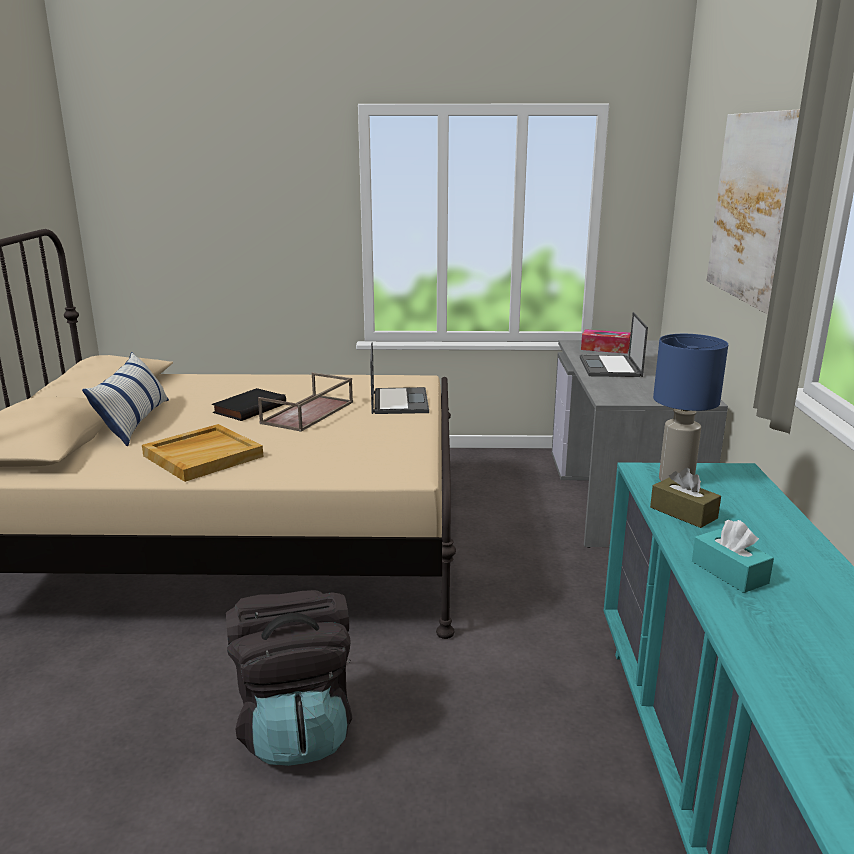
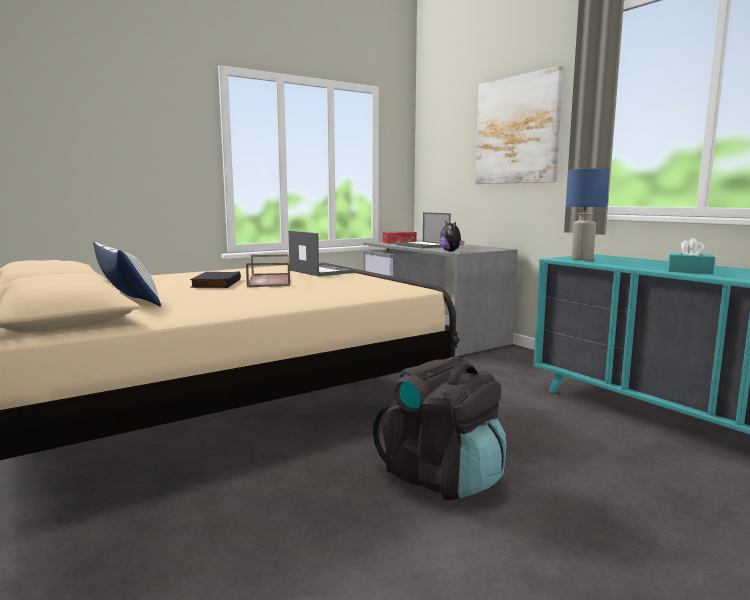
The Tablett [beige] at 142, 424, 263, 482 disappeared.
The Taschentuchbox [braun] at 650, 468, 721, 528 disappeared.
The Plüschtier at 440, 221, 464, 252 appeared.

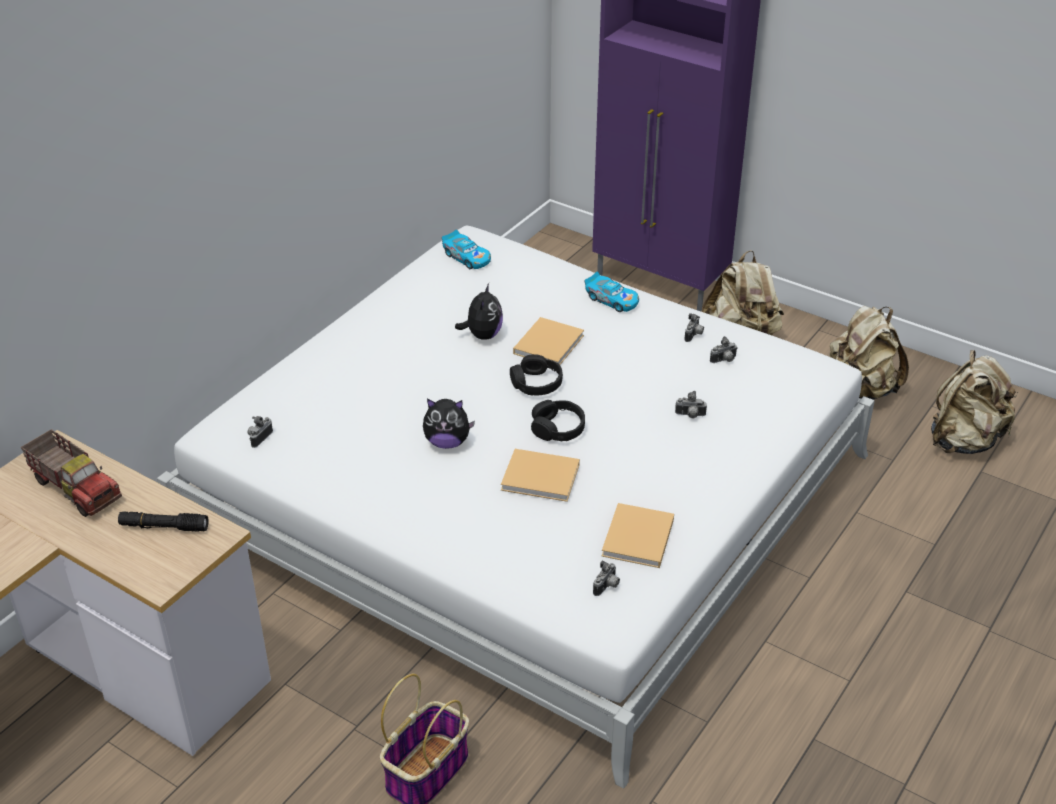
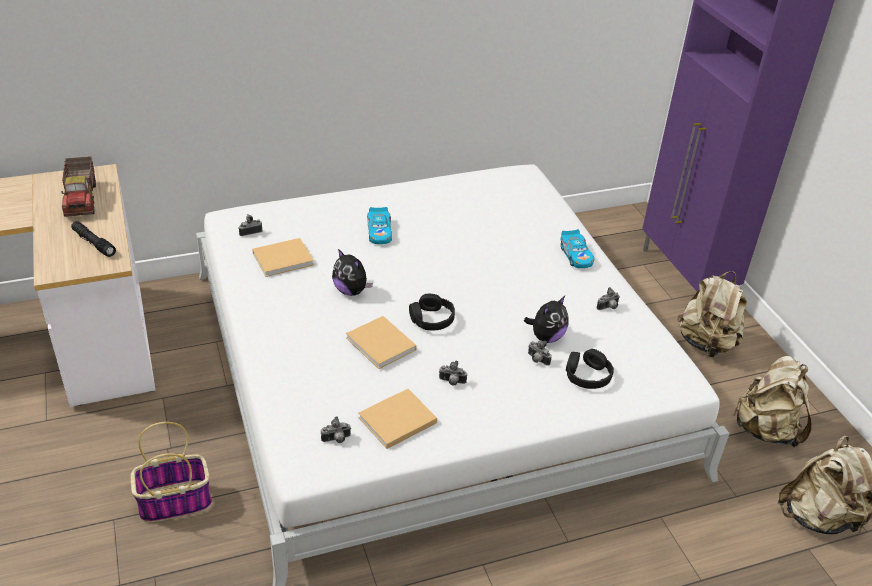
The Spielzeugauto moved from 442, 230, 491, 269 to 367, 207, 392, 244.
The Plüschtier moved from 455, 283, 503, 340 to 524, 296, 569, 343.
The Kopfhörer [schwarz] moved from 510, 354, 563, 395 to 566, 349, 614, 389.
The Buch [beige] moved from 513, 317, 584, 365 to 252, 238, 314, 277.
The Kamera moved from 710, 336, 738, 363 to 439, 360, 467, 386.

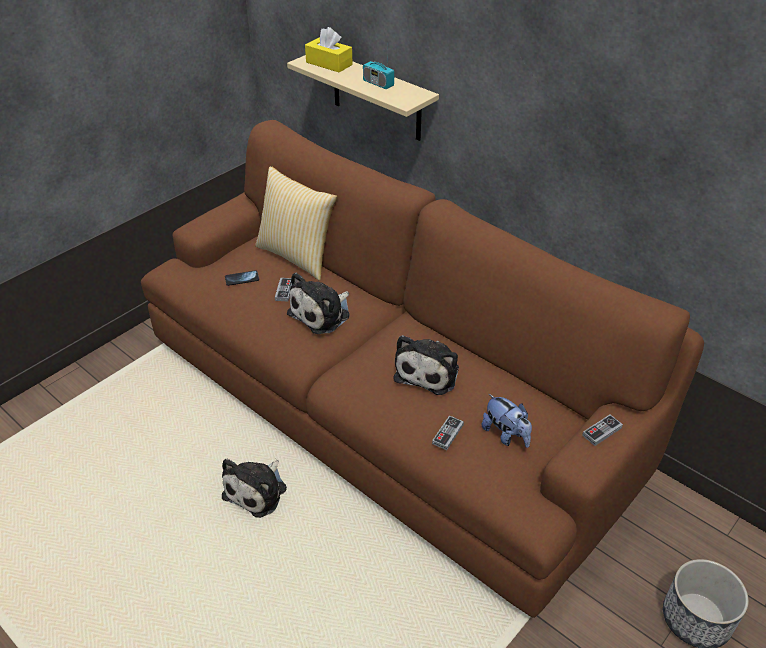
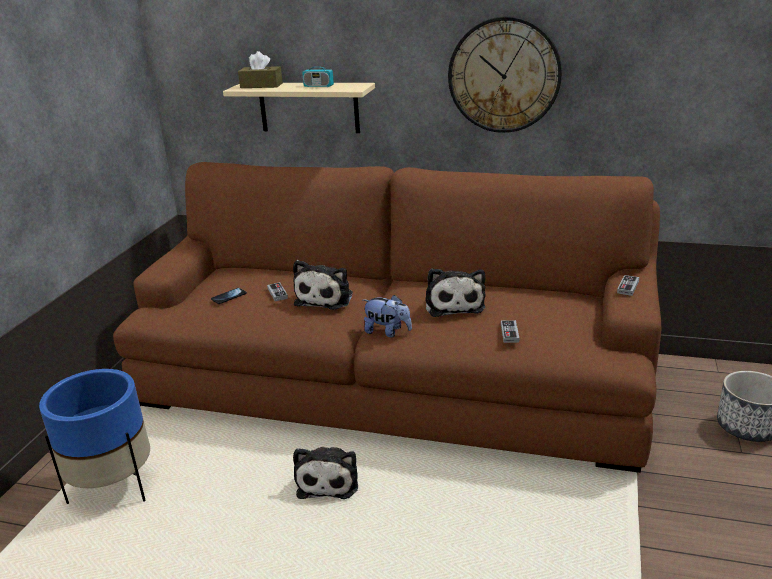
The Kissen at 256, 166, 337, 280 disappeared.
The Pflanzkübel [blau] at 39, 369, 150, 504 appeared.
The Wanduhr at 448, 16, 562, 133 appeared.
The Plüschtier moved from 482, 394, 532, 448 to 363, 295, 412, 338.
The Taschentuchbox [gelb] at 305, 27, 353, 72 became the Taschentuchbox [braun] at 238, 51, 283, 88.

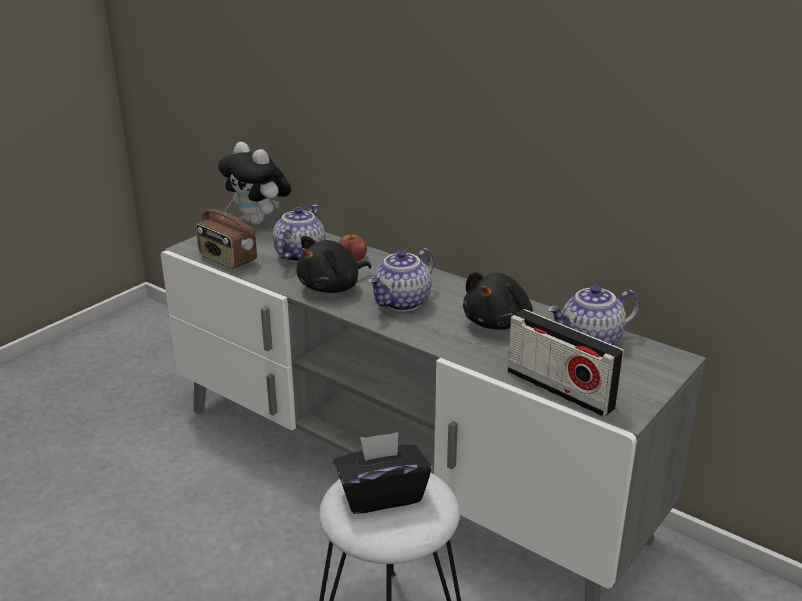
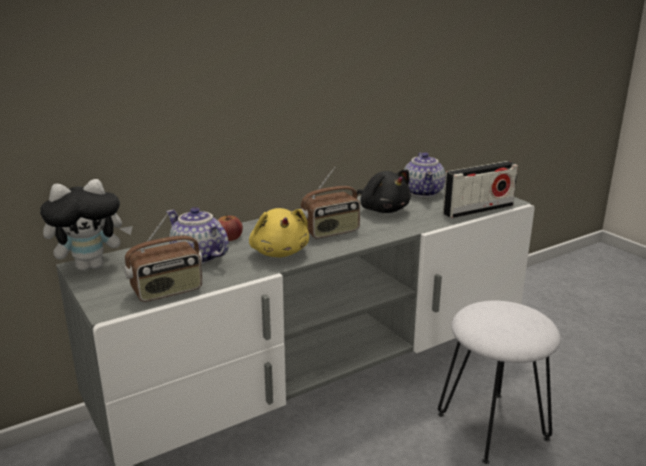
The Taschentuchbox [schwarz] at 334, 432, 432, 514 disappeared.
The Teekanne at 368, 248, 434, 312 was replaced by the Radio at 301, 167, 360, 238.
The Plüschtier [schwarz] at 296, 236, 371, 293 became the Plüschtier [gelb] at 249, 208, 309, 257.

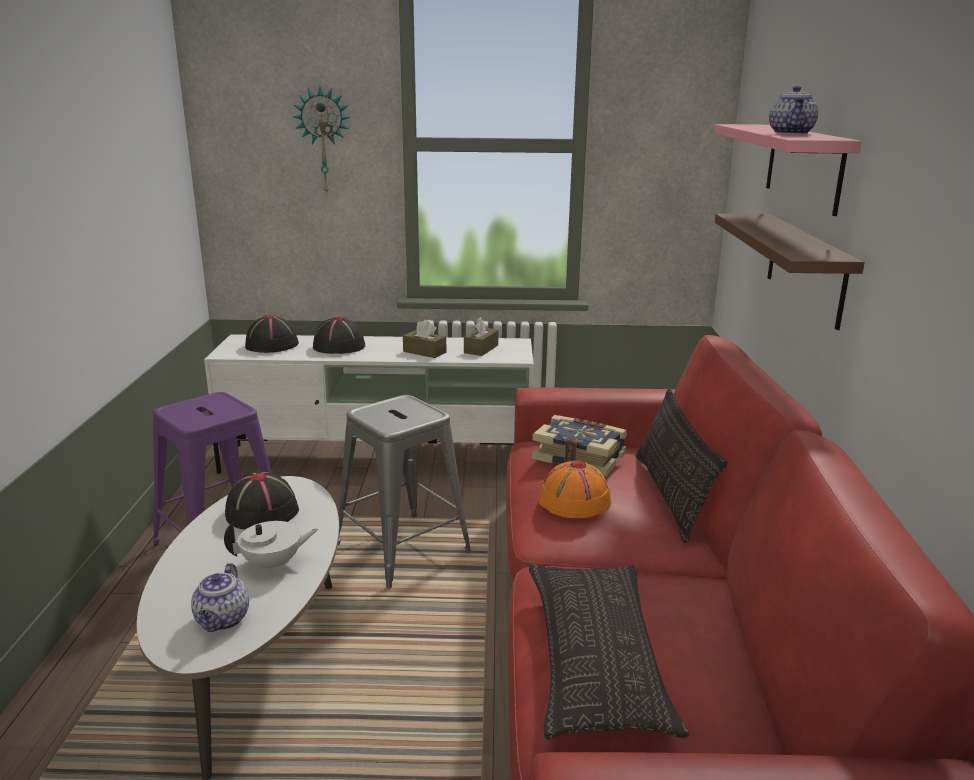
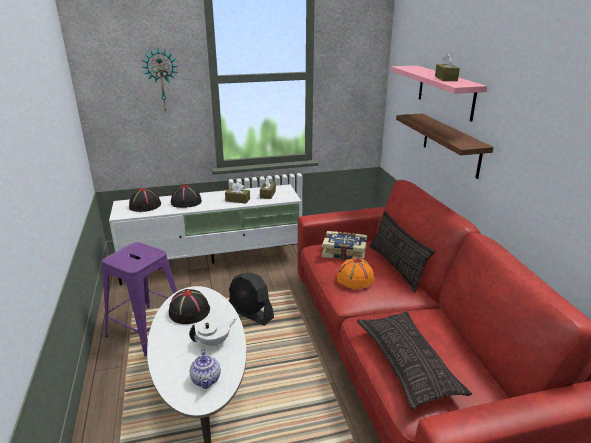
The Hocker [grau] at 338, 395, 471, 589 was replaced by the Ventilator [schwarz] at 229, 273, 274, 326.
The Teekanne at 769, 86, 818, 134 was replaced by the Taschentuchbox [braun] at 435, 53, 460, 81.

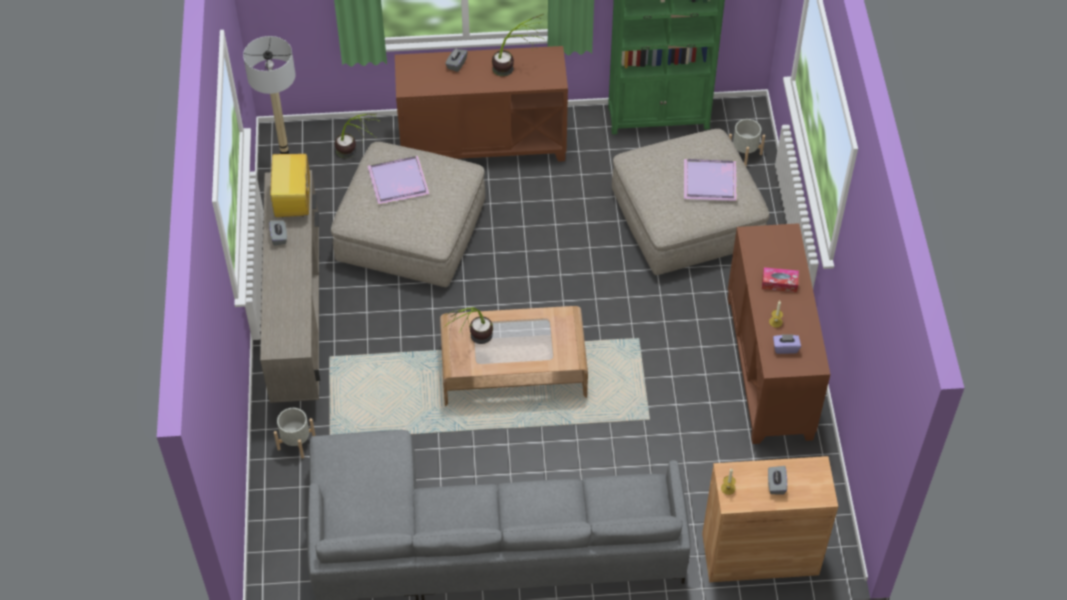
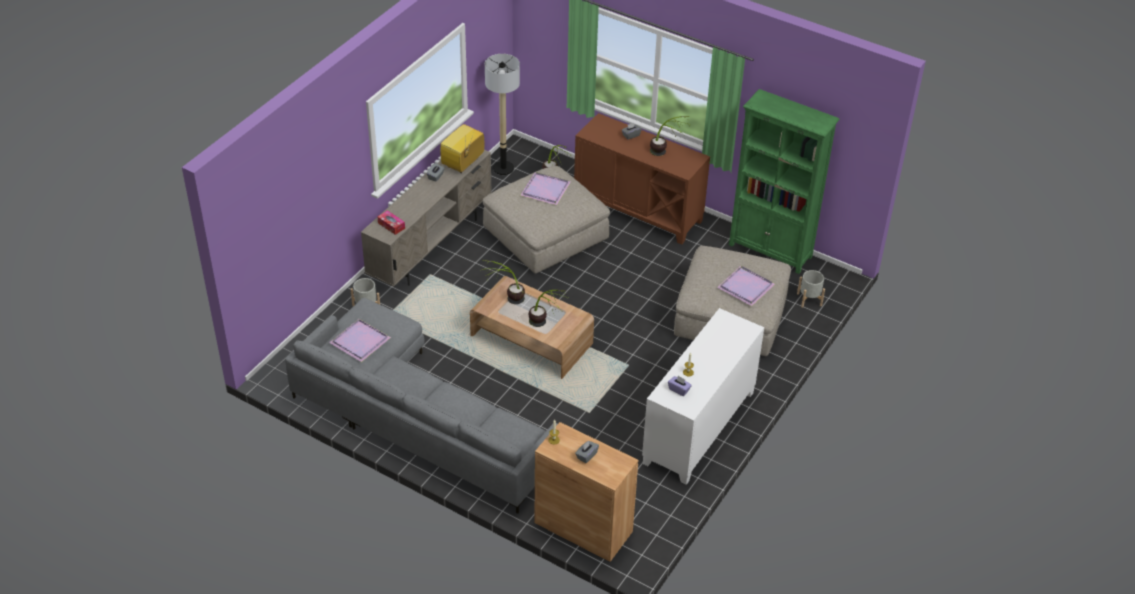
The Tablett [lila] at 329, 319, 391, 362 appeared.
The Topfpflanze at 528, 290, 568, 327 appeared.
The Taschentuchbox moved from 762, 267, 799, 292 to 378, 210, 405, 235.
The Schrank [braun] at 728, 223, 831, 444 became the Schrank [weiß] at 642, 308, 764, 485.

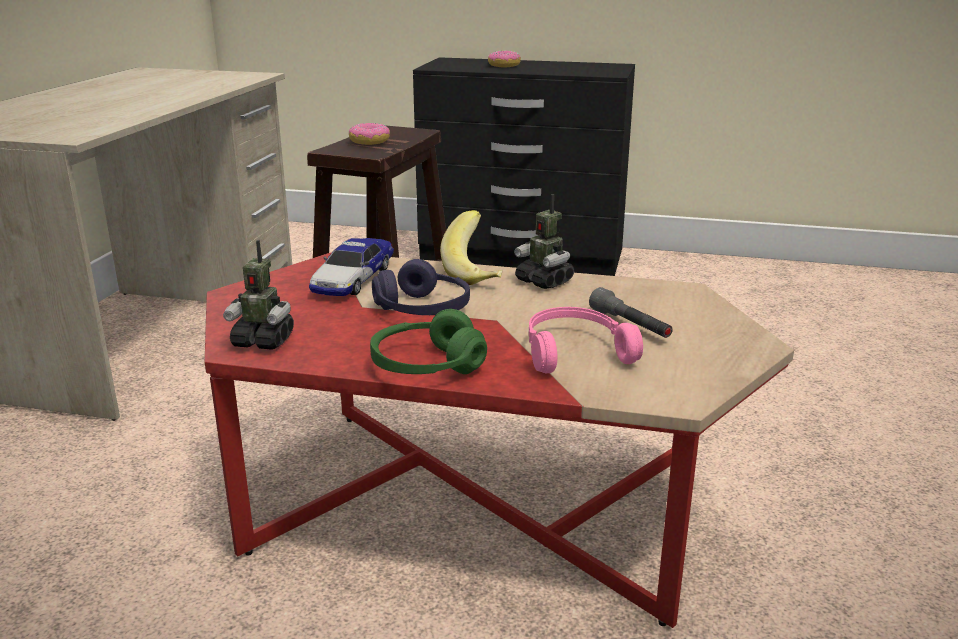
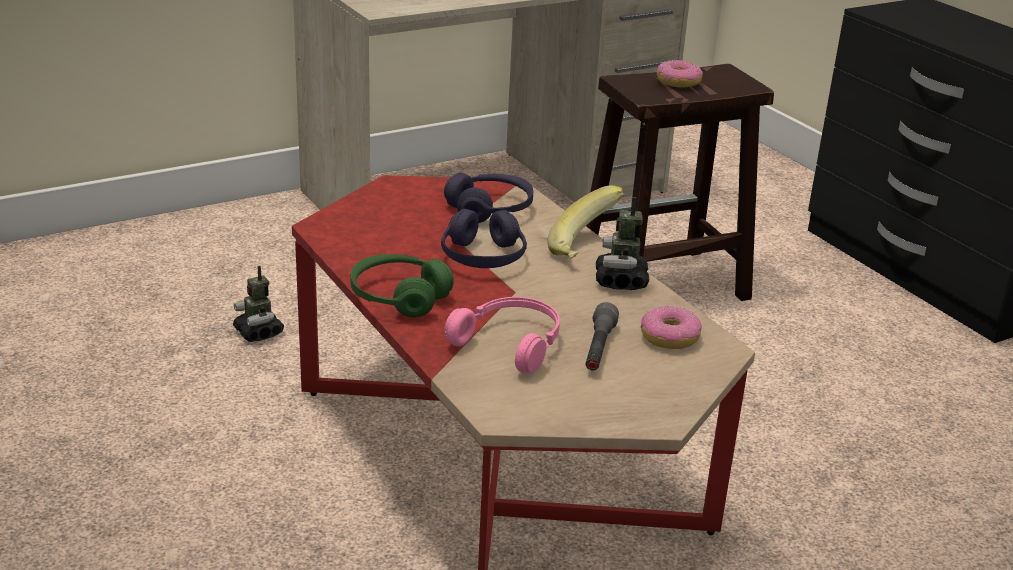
The Spielzeugroboter moved from 223, 240, 294, 350 to 233, 266, 284, 342.
The Donut moved from 488, 50, 521, 68 to 640, 306, 702, 349.
The Spielzeugauto at 309, 238, 394, 296 was replaced by the Kopfhörer [lila] at 444, 172, 533, 223.

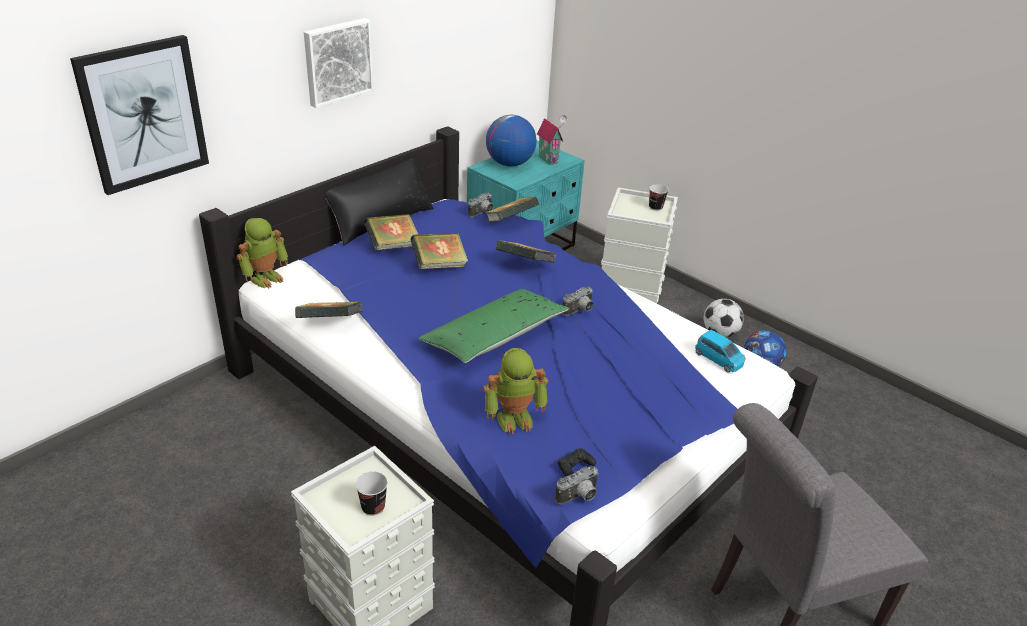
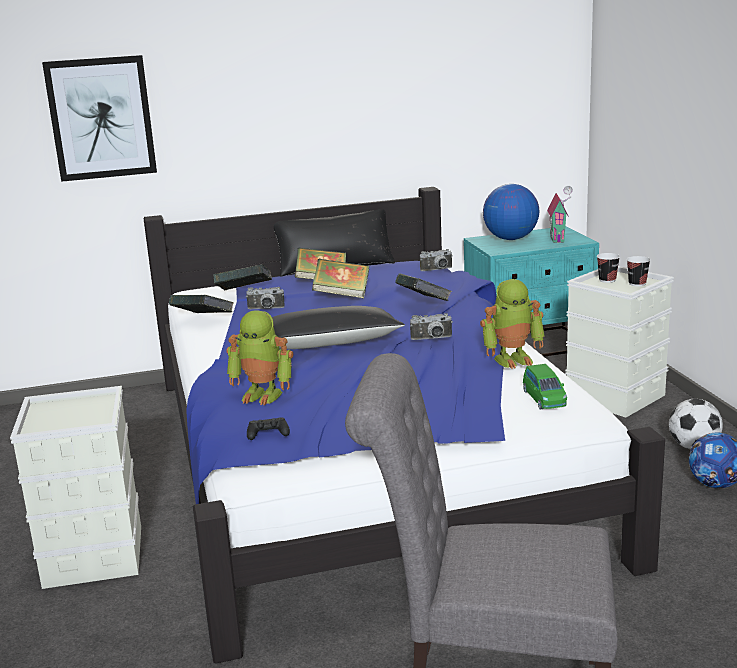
The Bild at 304, 18, 374, 108 disappeared.
The Spielzeugroboter moved from 236, 218, 288, 288 to 480, 279, 545, 369.
The Tasse moved from 355, 471, 388, 516 to 597, 253, 620, 283.
The Buch moved from 485, 197, 539, 222 to 213, 264, 272, 290.
The Kamera moved from 555, 466, 599, 505 to 246, 287, 285, 309.
The Kissen [grün] at 418, 289, 570, 363 became the Kissen [schwarz] at 272, 306, 405, 349.
The Spielzeugauto [blau] at 695, 330, 746, 372 became the Spielzeugauto [grün] at 523, 364, 567, 410.

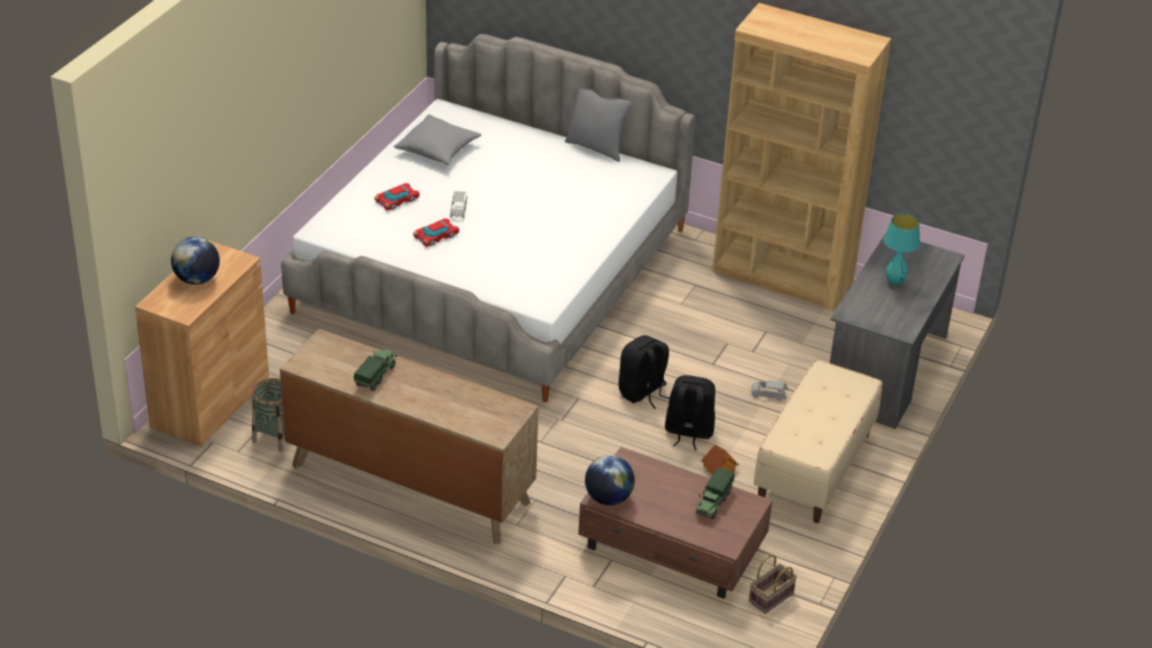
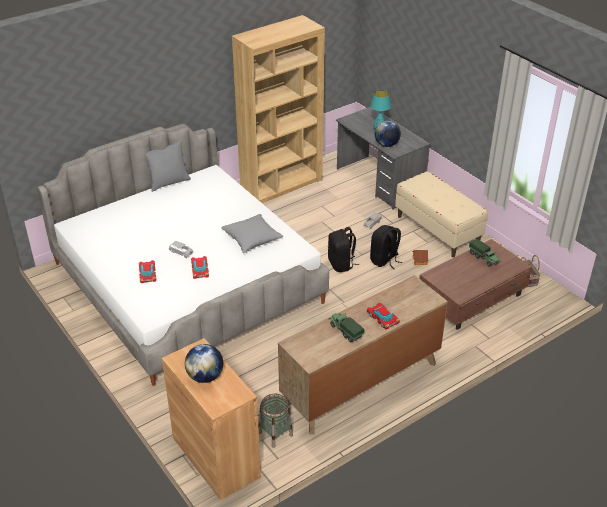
The Spielzeugauto at 367, 303, 400, 330 appeared.
The Kissen [grau] moved from 394, 115, 481, 165 to 221, 214, 283, 253.
The Globus moved from 585, 455, 635, 505 to 375, 121, 401, 147.

